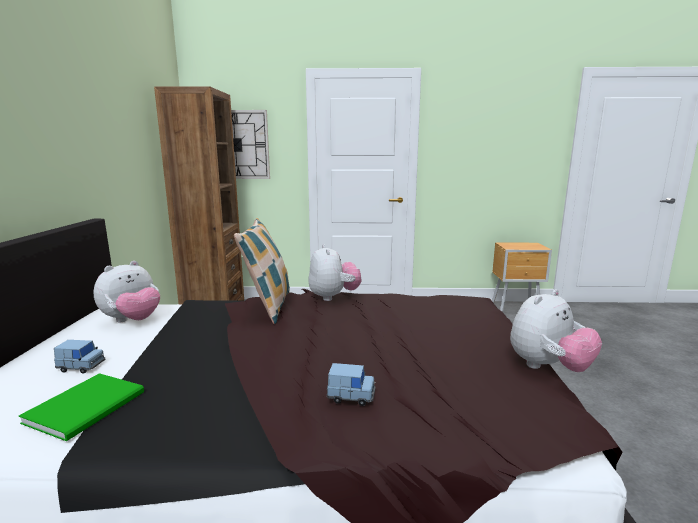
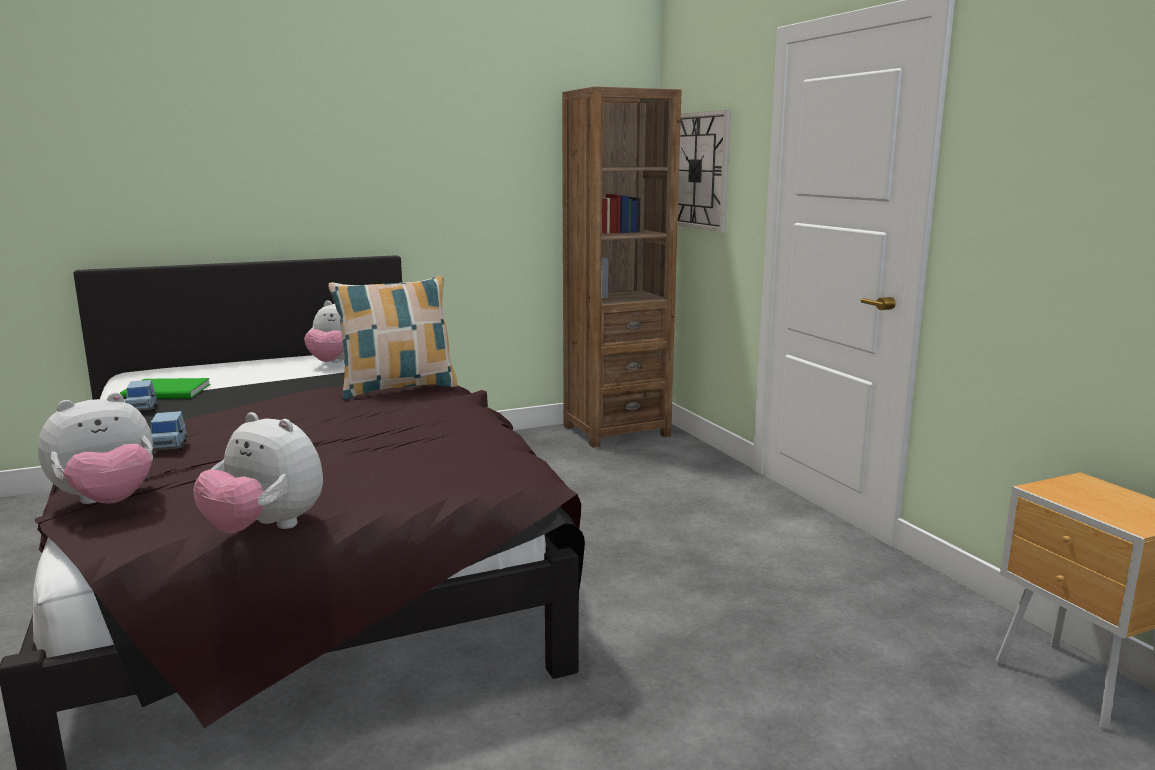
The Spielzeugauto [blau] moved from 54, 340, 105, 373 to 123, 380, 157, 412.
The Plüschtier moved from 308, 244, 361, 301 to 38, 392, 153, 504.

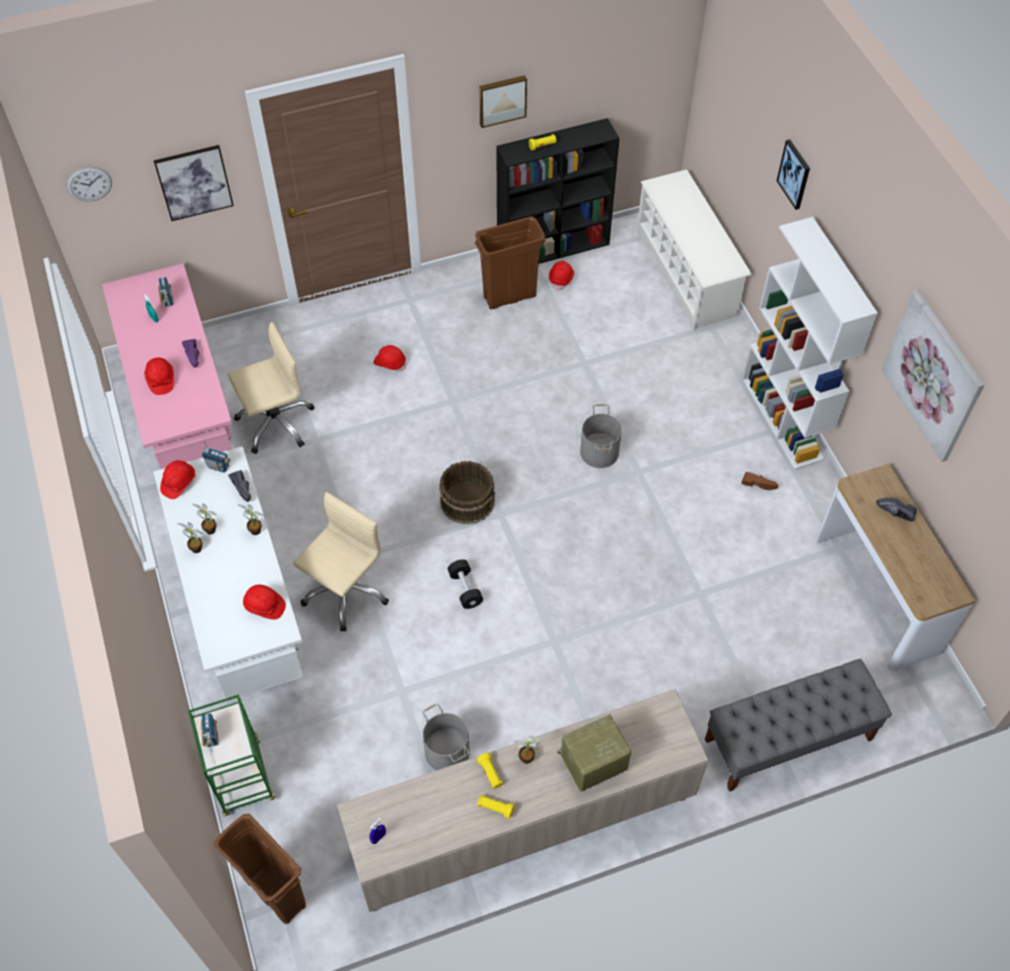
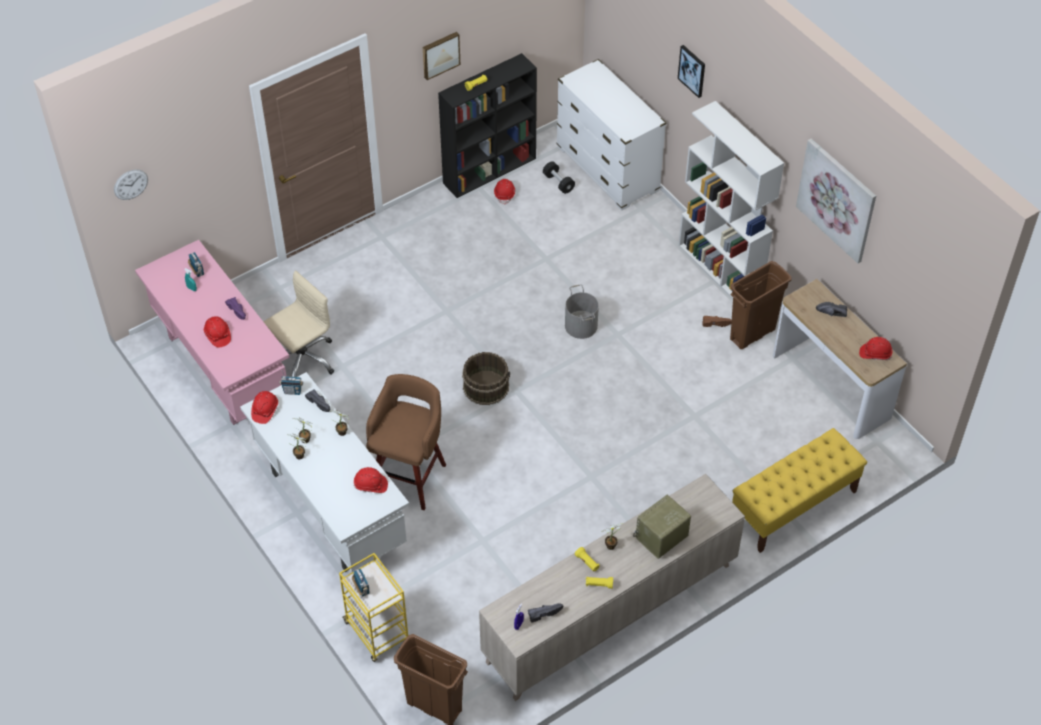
The Bild at 154, 145, 234, 221 disappeared.
The Eimer [grau] at 422, 703, 470, 770 disappeared.
The Schuh [schwarz] at 528, 603, 564, 623 appeared.
The Schutzhelm [rot] moved from 373, 345, 406, 372 to 859, 337, 892, 360.
The Hantel [schwarz] moved from 448, 559, 483, 609 to 543, 161, 575, 194.
The Mülleimer [braun] moved from 475, 216, 546, 309 to 730, 261, 791, 349.
The Bürostuhl [beige] at 293, 492, 389, 631 was replaced by the Hocker [braun] at 366, 374, 446, 510.
The Schuhregal [weiß] at 637, 169, 751, 331 was replaced by the Kommode [weiß] at 557, 59, 666, 211.
The Rollwagen [grün] at 188, 695, 275, 816 became the Rollwagen [gelb] at 339, 553, 408, 662.
The Bank [grau] at 705, 659, 892, 792 became the Bank [gelb] at 732, 428, 867, 553.

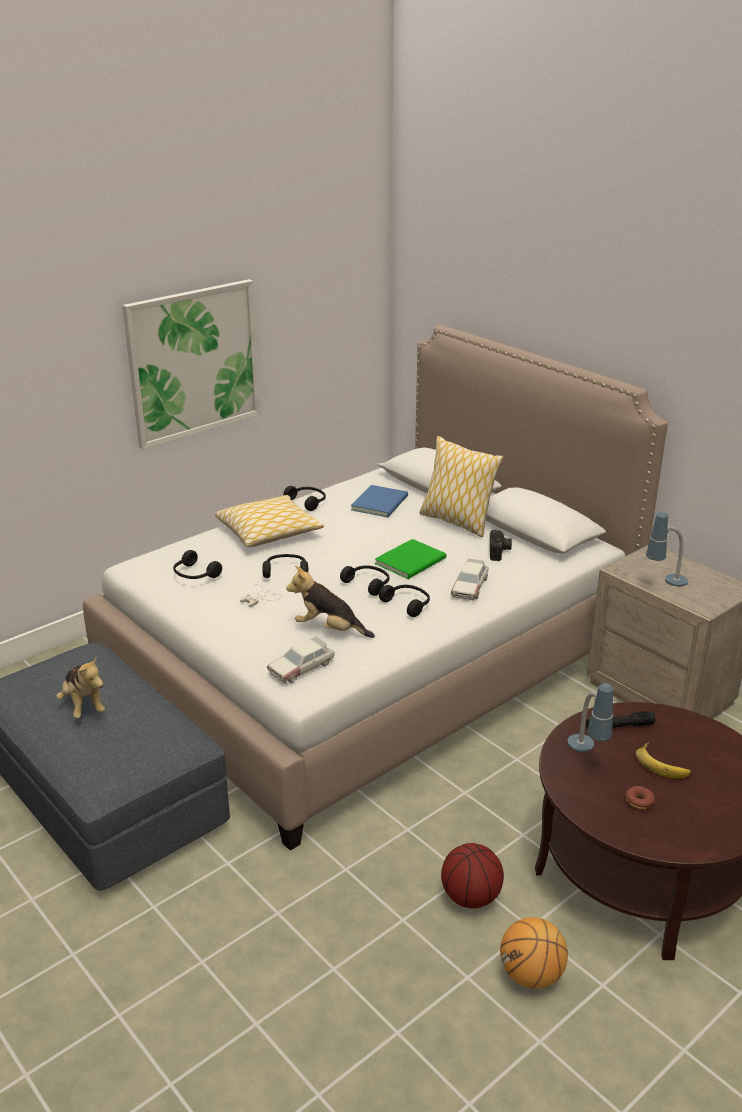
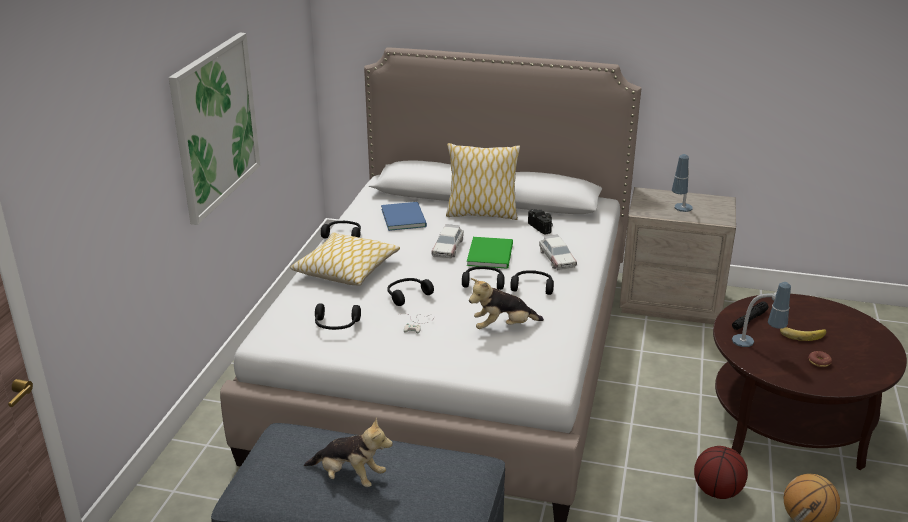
The Spielzeugauto moved from 267, 637, 335, 684 to 431, 224, 464, 259.

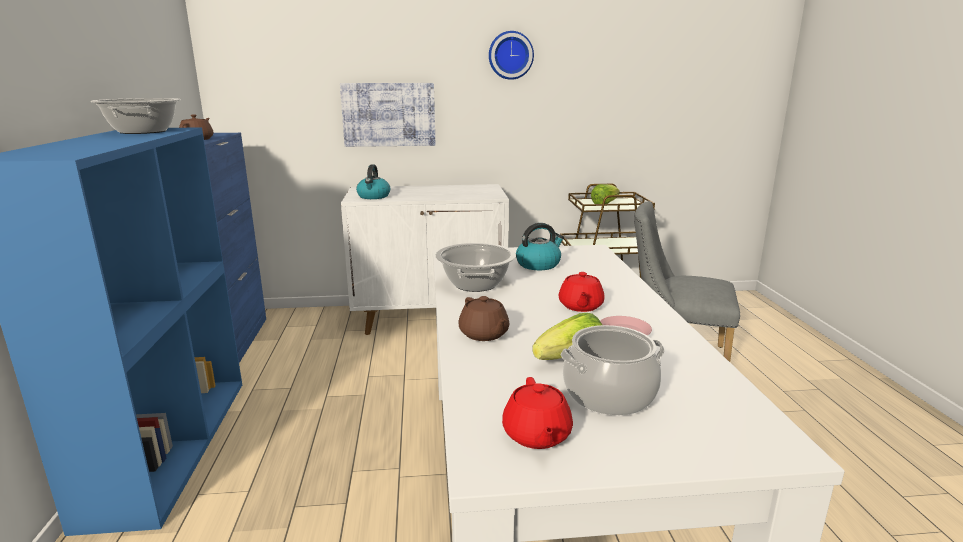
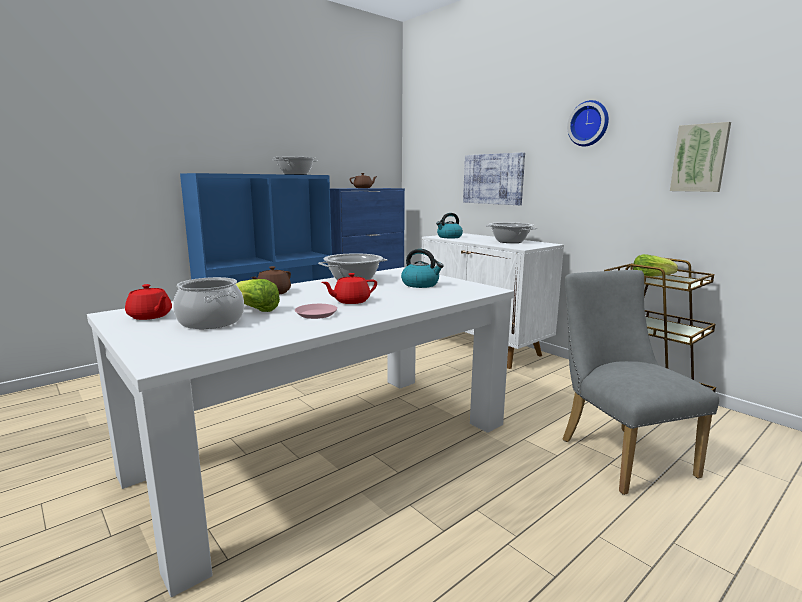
The Kochtopf at 486, 222, 537, 243 appeared.
The Bild at 670, 122, 731, 192 appeared.
The Teekanne [rot] at 502, 377, 573, 449 turned 105 degrees counterclockwise.

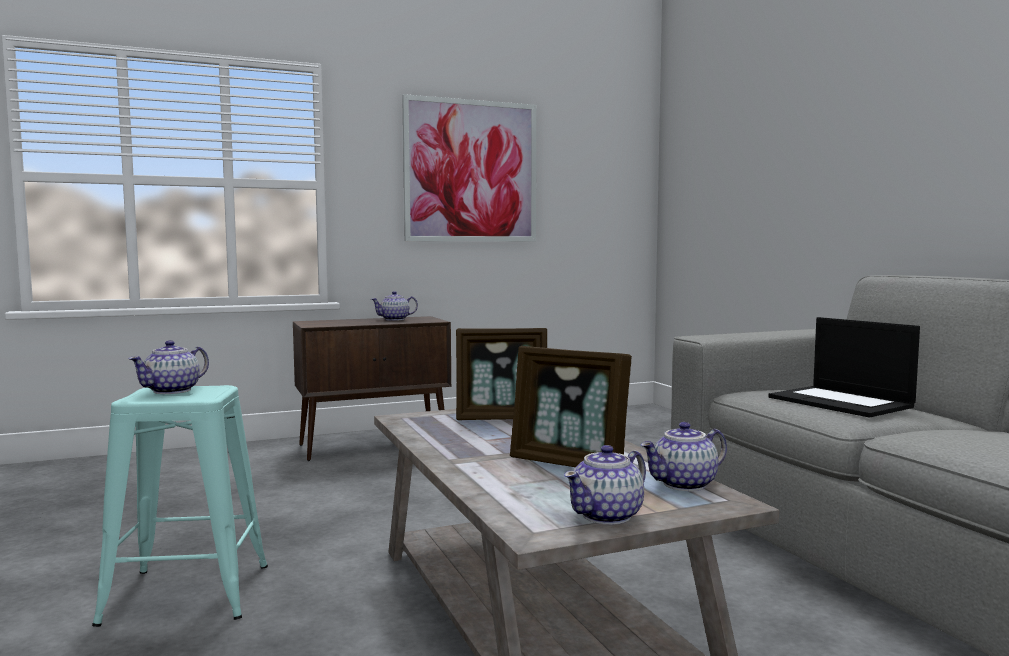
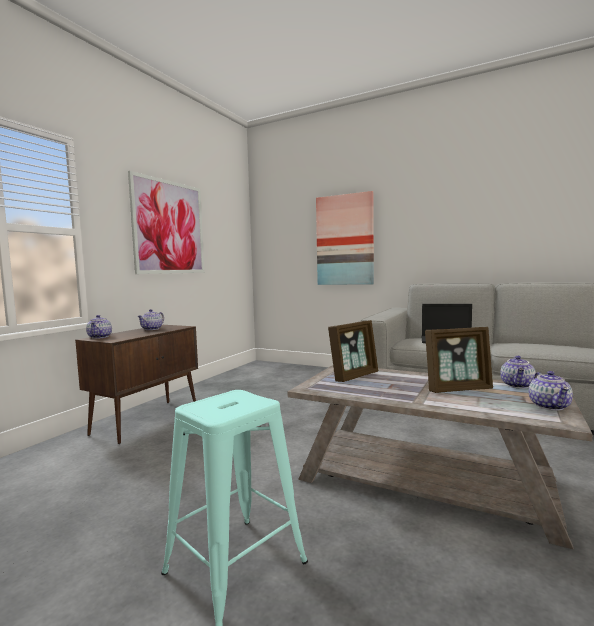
The Bild at 316, 191, 374, 285 appeared.
The Teekanne moved from 129, 340, 209, 394 to 86, 315, 112, 339.

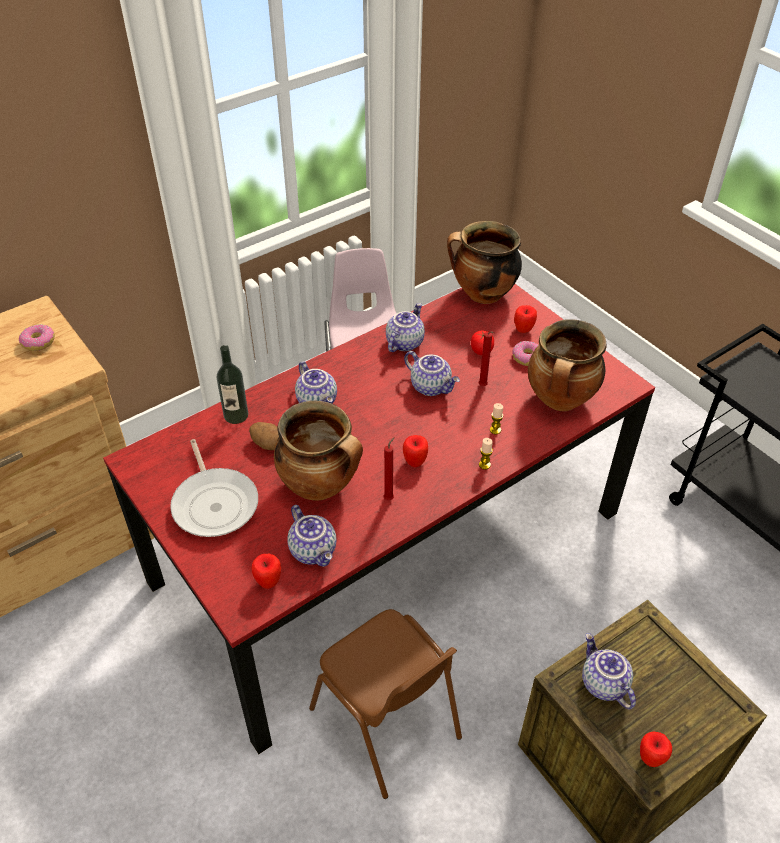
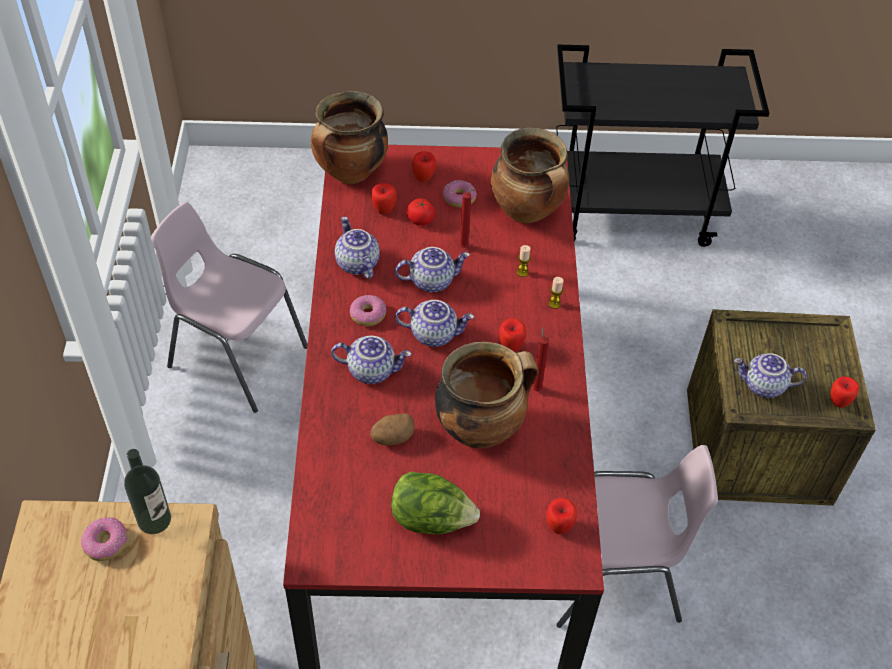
The Donut at 350, 295, 386, 326 appeared.
The Apfel at 371, 183, 397, 215 appeared.
The Flasche moved from 216, 345, 248, 424 to 124, 449, 171, 534.
The Teekanne moved from 287, 505, 336, 567 to 395, 300, 474, 347.
The Pfanne at 170, 439, 258, 537 was replaced by the Salatkopf at 391, 471, 480, 534.
The Stuhl [braun] at 309, 609, 462, 799 became the Stuhl [rosa] at 556, 445, 718, 628.

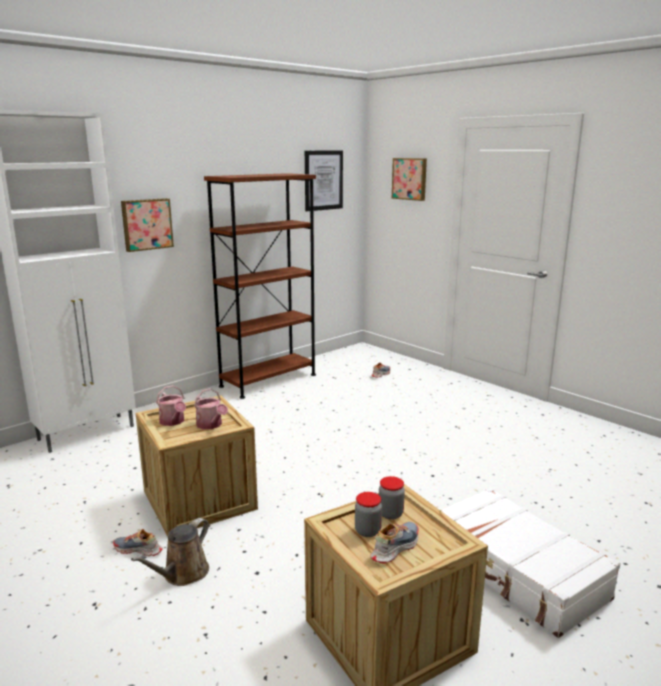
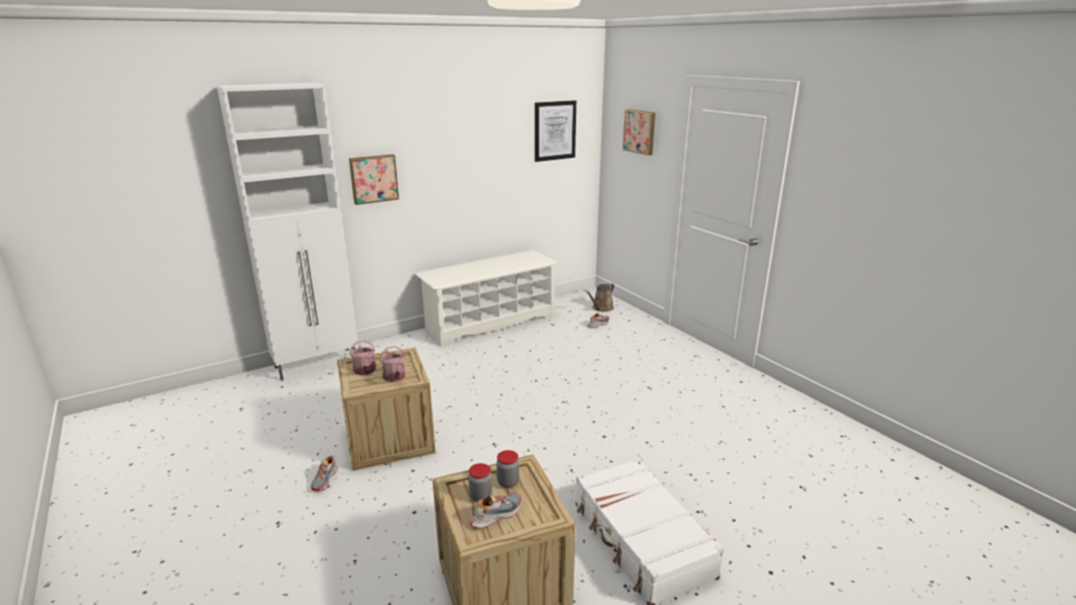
The Gießkanne [braun] moved from 131, 518, 209, 586 to 585, 283, 614, 312.
The Bücherregal [braun] at 204, 173, 316, 399 was replaced by the Schuhregal [weiß] at 415, 250, 557, 347.
The Schuh at 113, 529, 163, 556 turned 105 degrees counterclockwise.

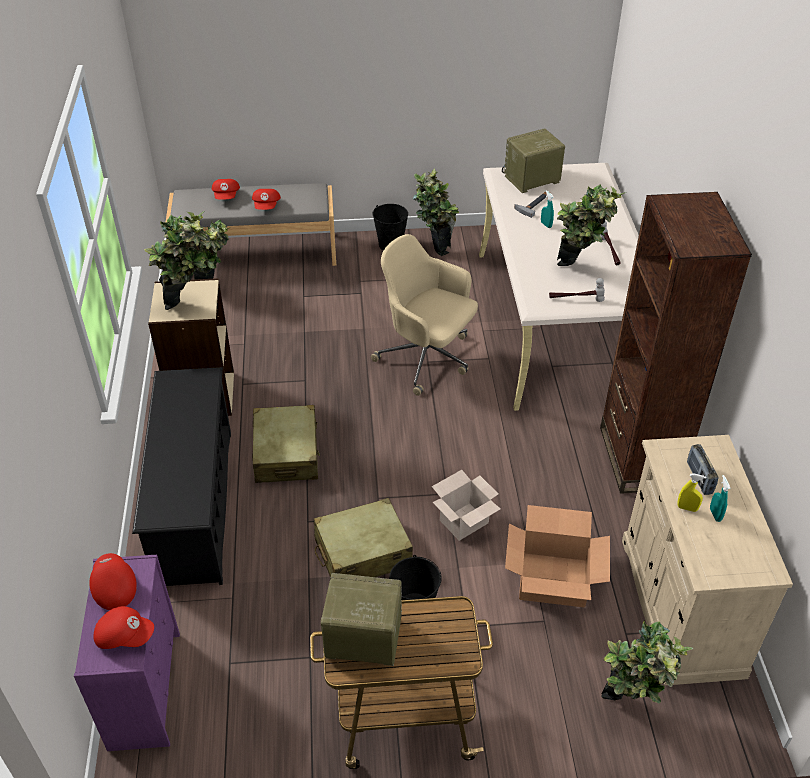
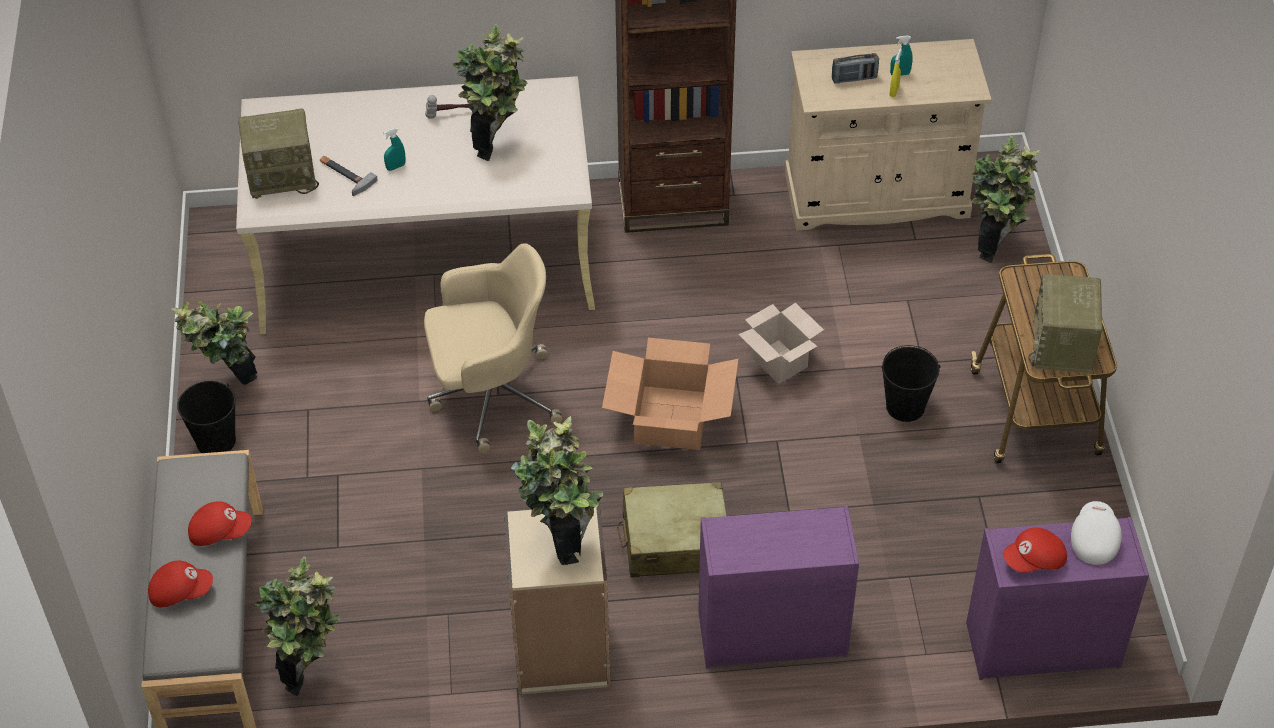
The Koffer [beige] at 314, 498, 413, 578 disappeared.
The Hammer at 549, 278, 605, 302 disappeared.
The Karton moved from 505, 505, 610, 607 to 602, 338, 739, 450.
The Schuhregal [schwarz] at 132, 367, 231, 586 was replaced by the Kommode [lila] at 698, 506, 859, 668.
The Kappe [rot] at 93, 606, 154, 649 became the Kappe [weiß] at 1071, 501, 1122, 565.
The Bürostuhl [beige] at 371, 234, 478, 396 turned 135 degrees counterclockwise.
The Radio at 502, 128, 565, 193 turned 75 degrees counterclockwise.

